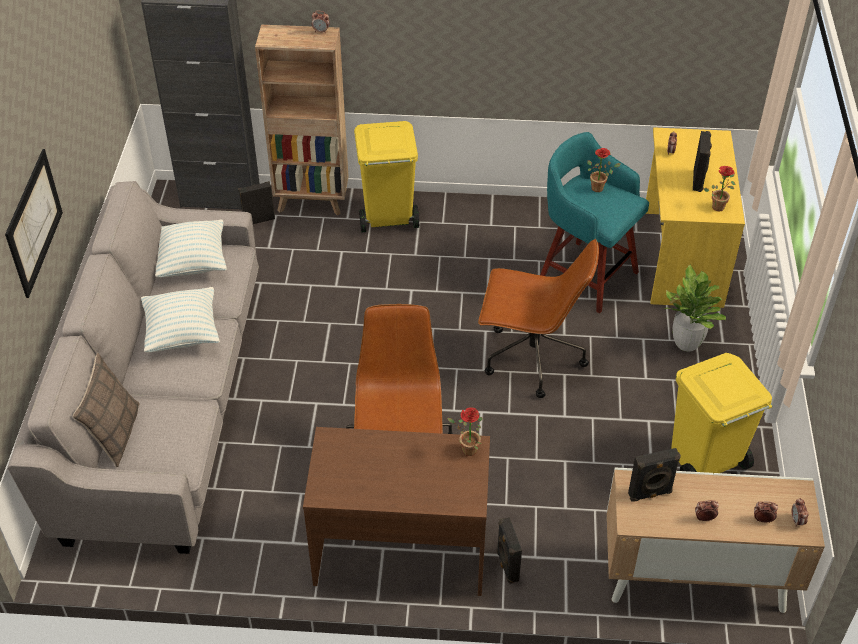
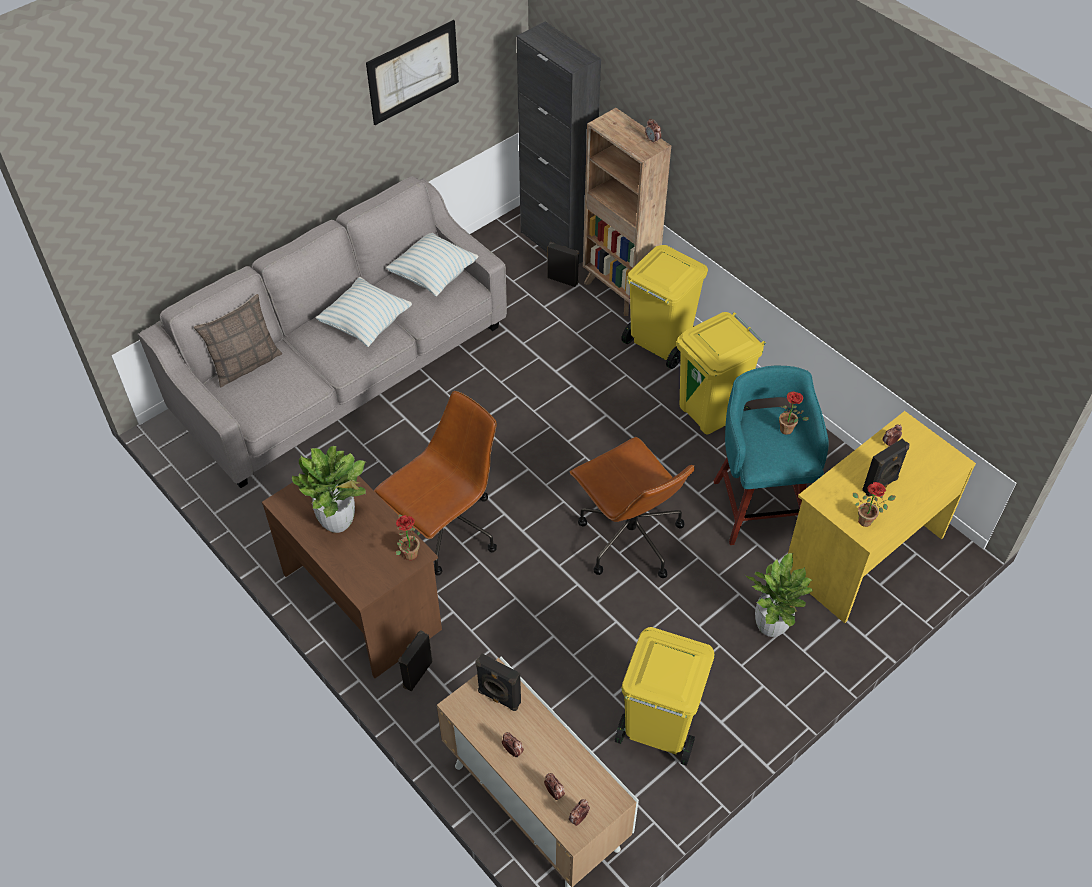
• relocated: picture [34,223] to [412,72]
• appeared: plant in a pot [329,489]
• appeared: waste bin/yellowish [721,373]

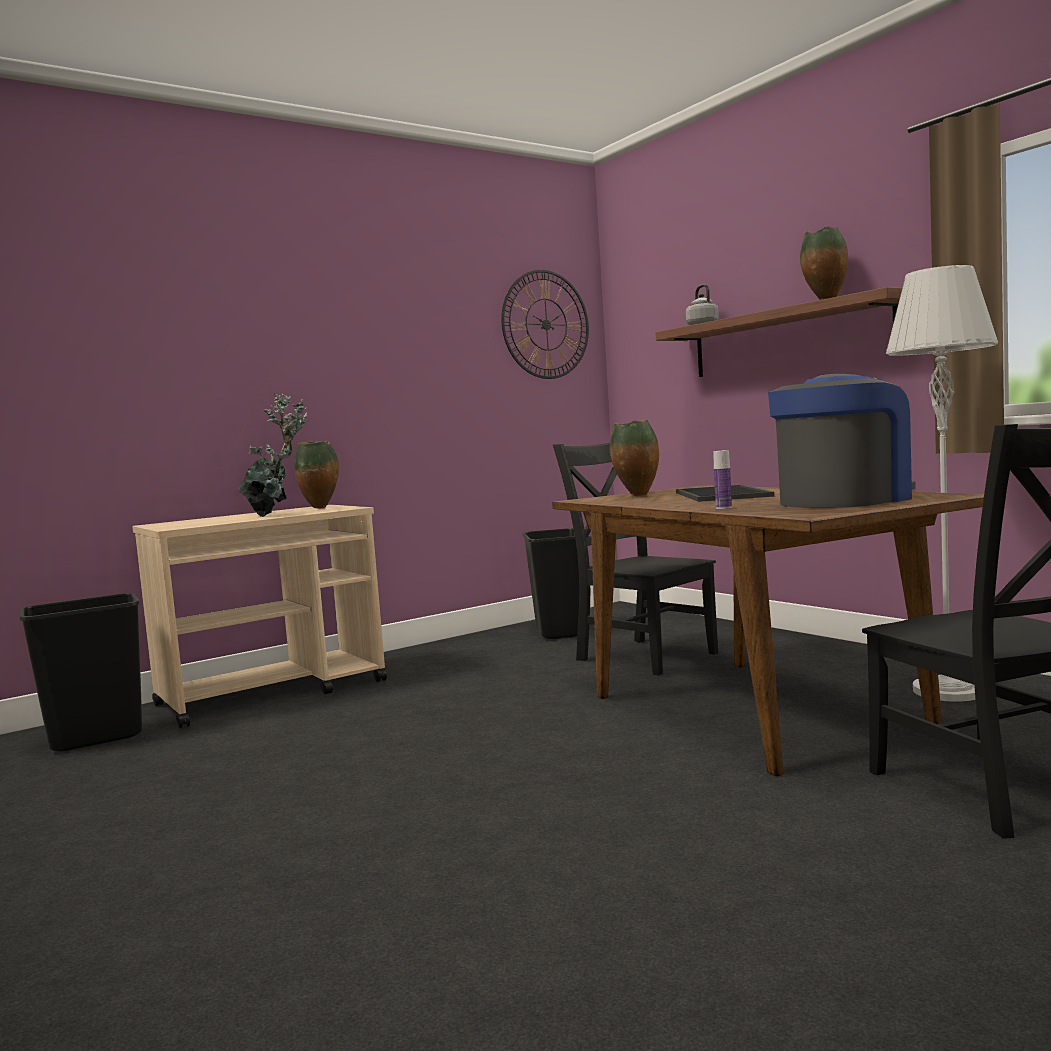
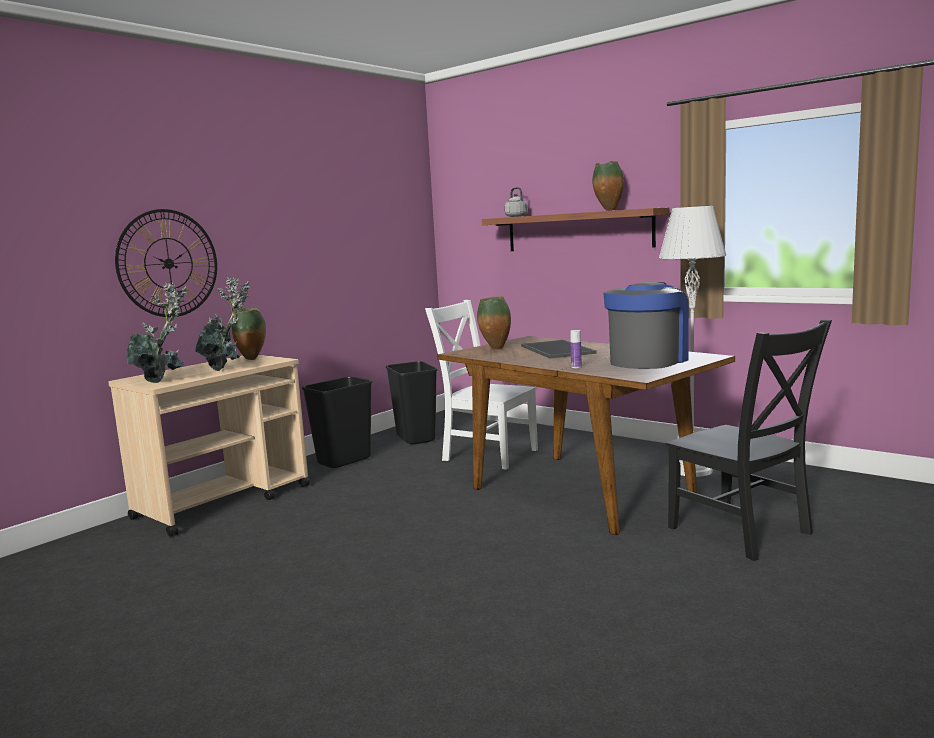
• relocated: waste bin/blackish [81,672] to [337,422]
• relocated: hanging clock [545,324] to [166,263]
• colour: chair/blackish [635,559] to chair/white-coloured [481,385]
• appeared: plant in a pot [156,332]

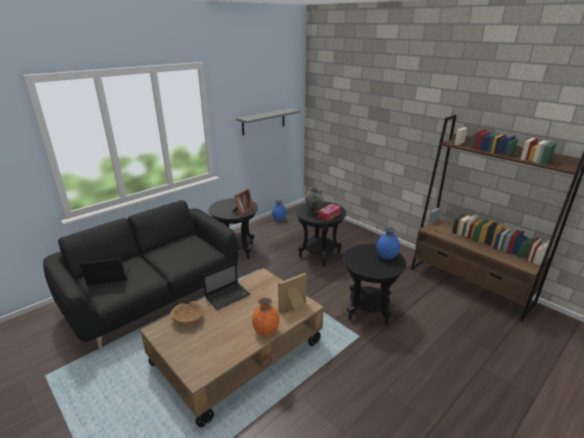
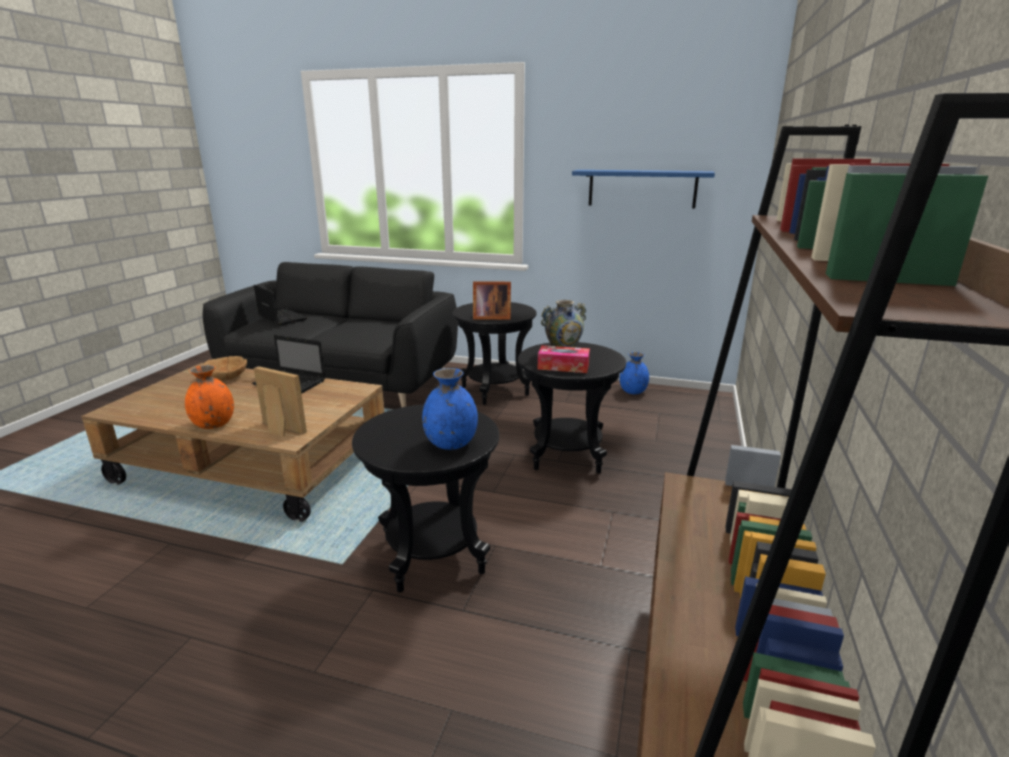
• colour: shelf/grey [268,121] to shelf/bluish [643,189]

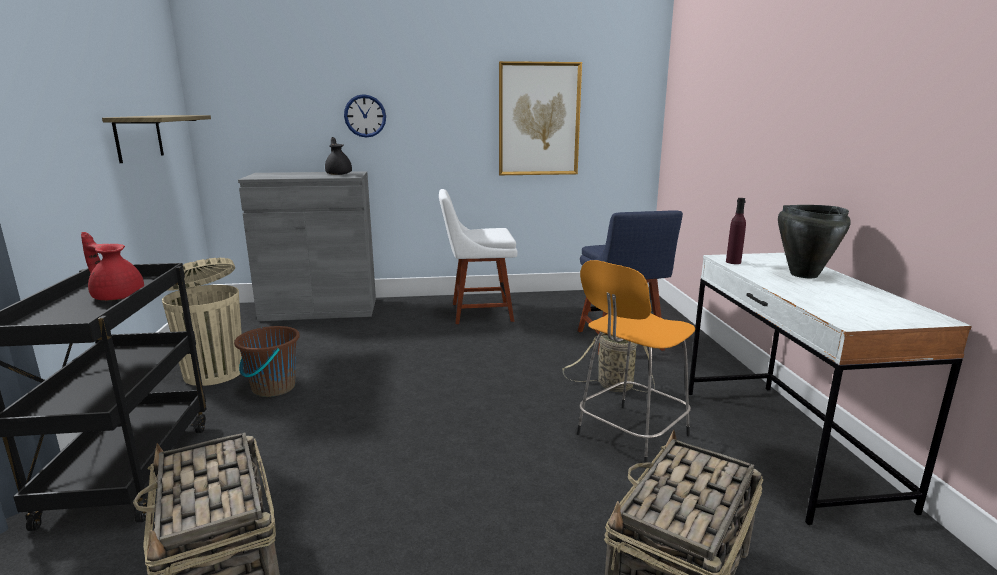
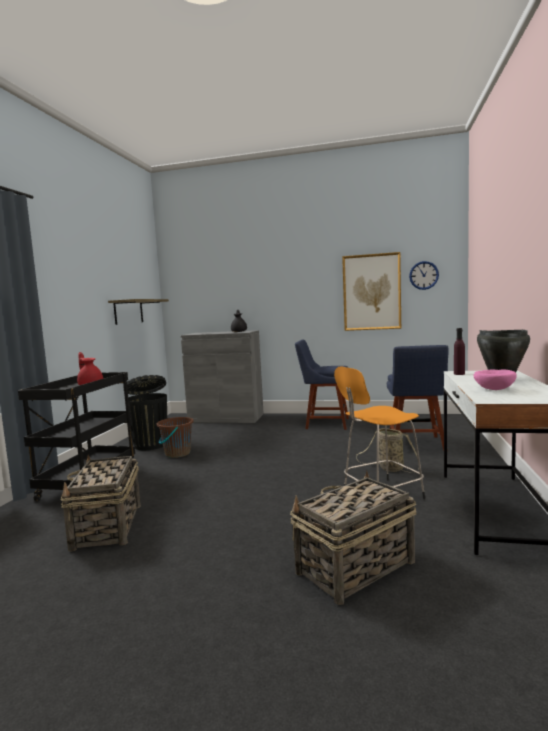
• colour: waste bin/sand-coloured [203,322] to waste bin/blackish [145,412]
• relocated: hanging clock [365,116] to [424,275]
• colour: chair/white-coloured [478,256] to chair/bluish [322,385]
• appeared: deep dish/pink [495,379]

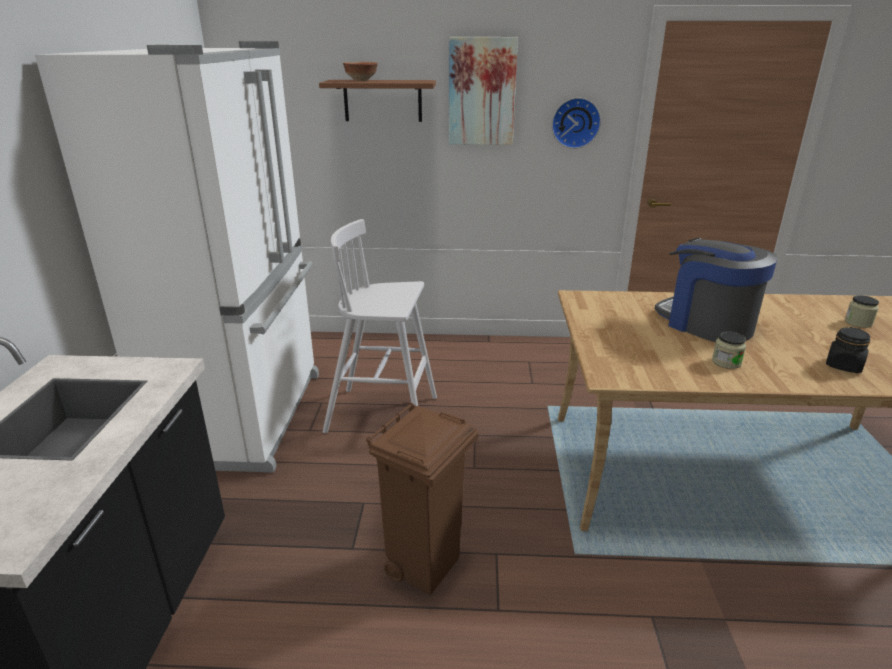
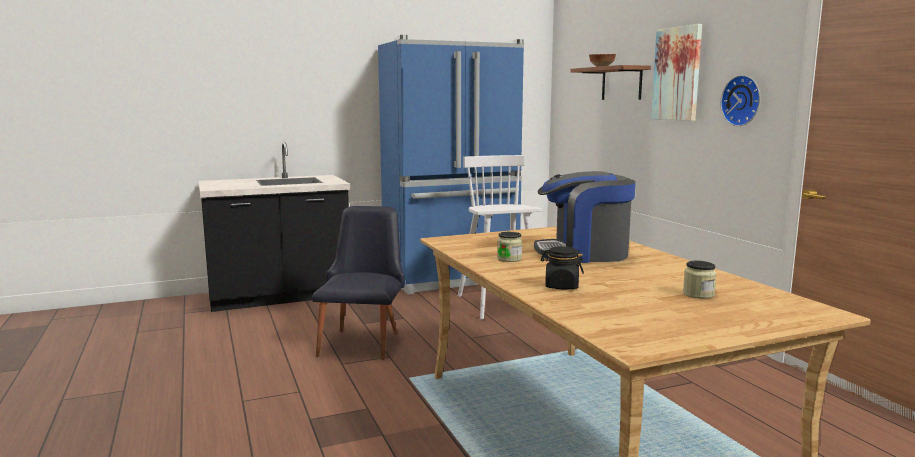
• colour: fridge/white-coloured [177,256] to fridge/bluish [451,164]
• exchanged: waste bin/brown-coloured [422,498] to chair/blackish [358,283]
• spun: coffee maker [716,290] = [585,217] 120 degrees counterclockwise

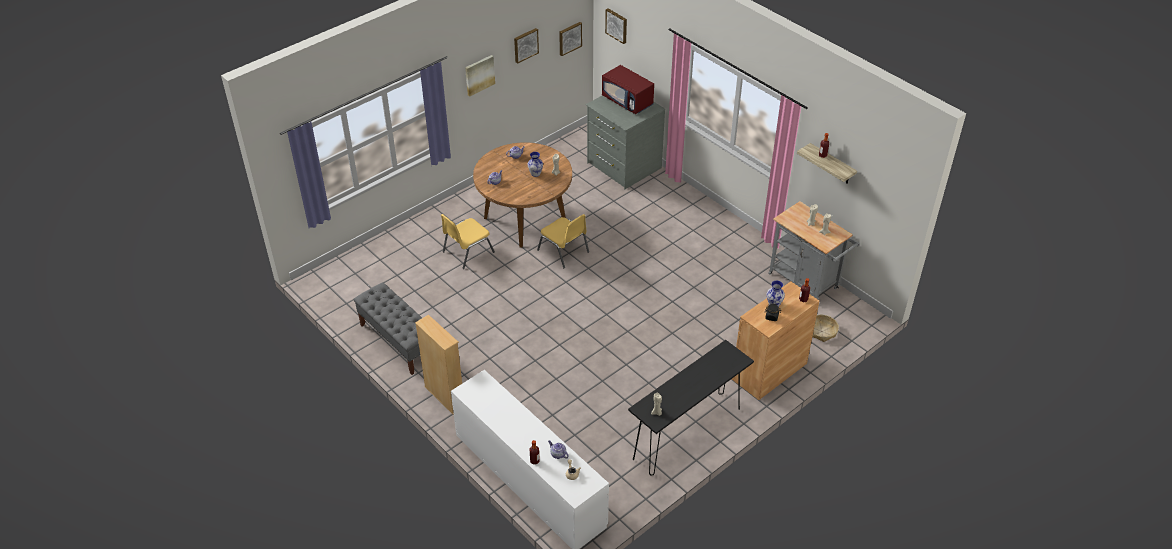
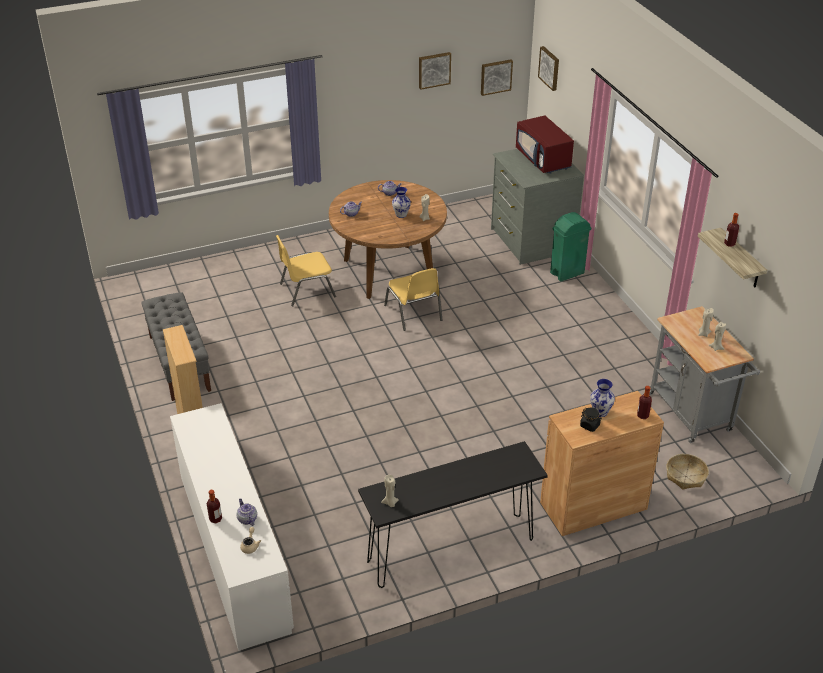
• missing: picture [480,76]
• appeared: waste bin/greenish [570,247]

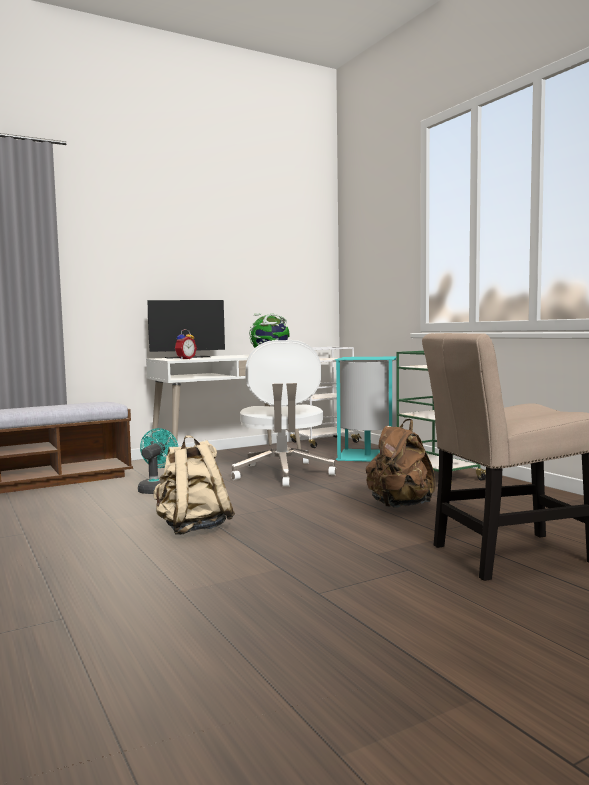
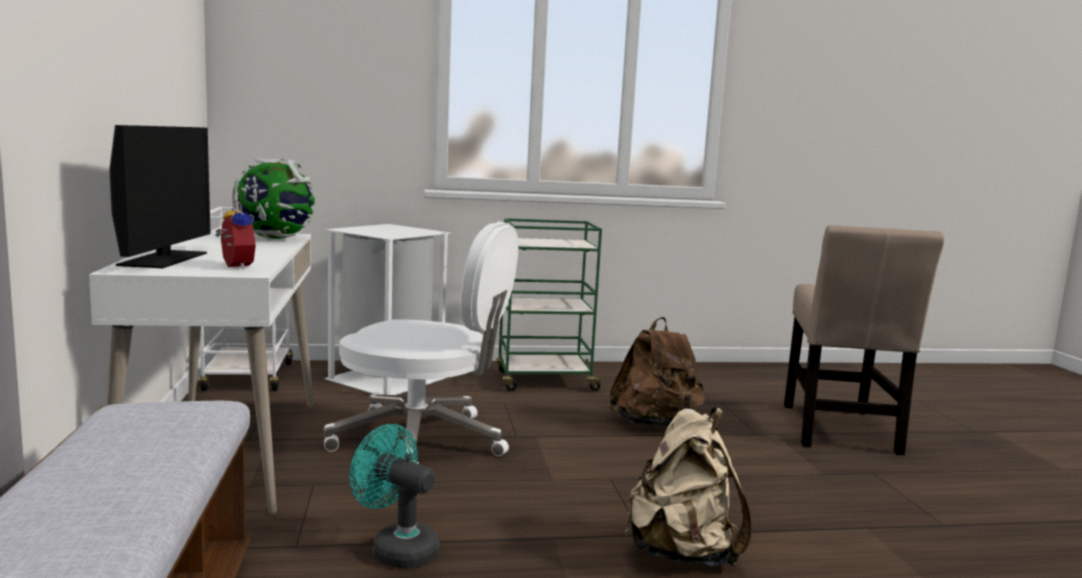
• colour: waste bin/turquoise-coloured [365,409] to waste bin/white-coloured [387,309]

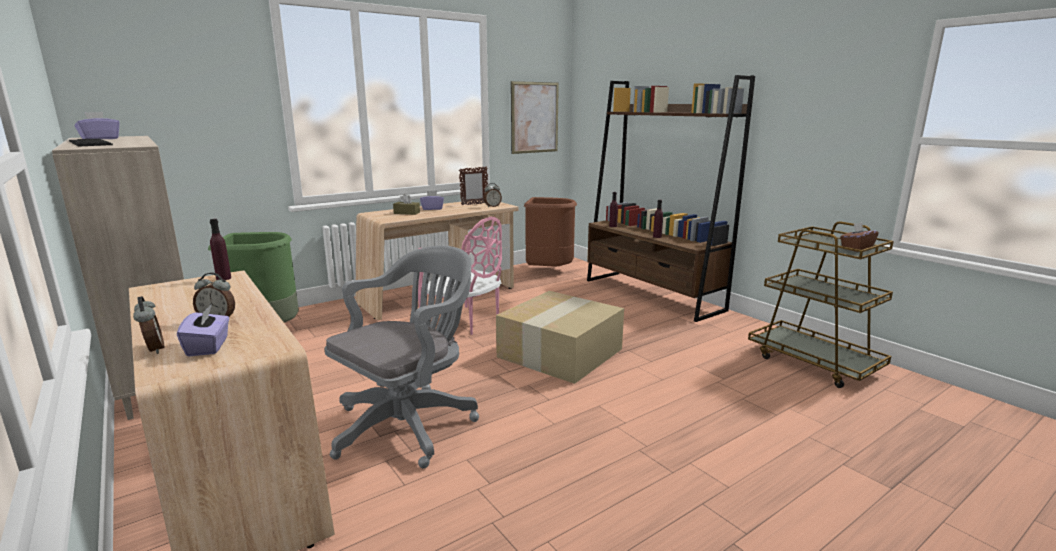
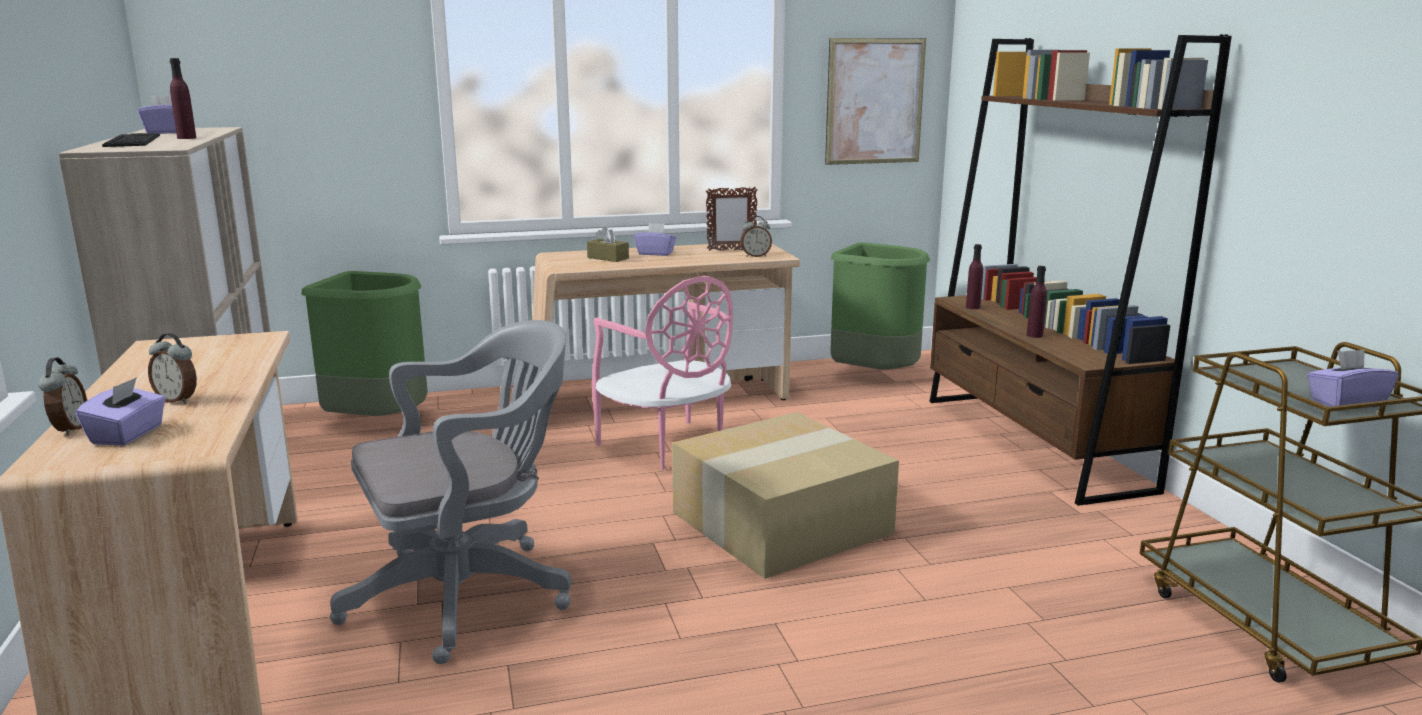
• relocated: drink bottle/purple [220,249] to [183,98]
• colour: waste bin/brown-coloured [550,232] to waste bin/greenish [880,306]
• colour: box of tissues/brown-coloured [859,237] to box of tissues/purple [1353,379]

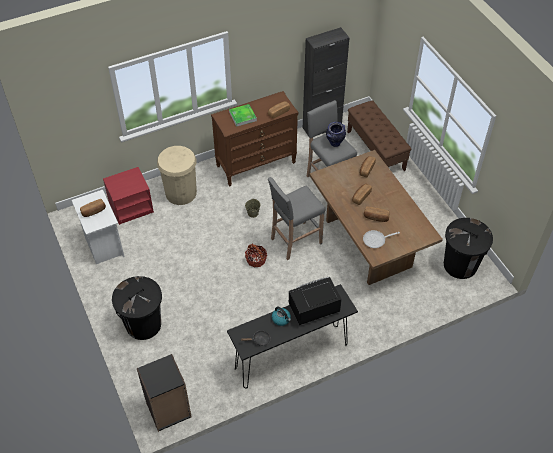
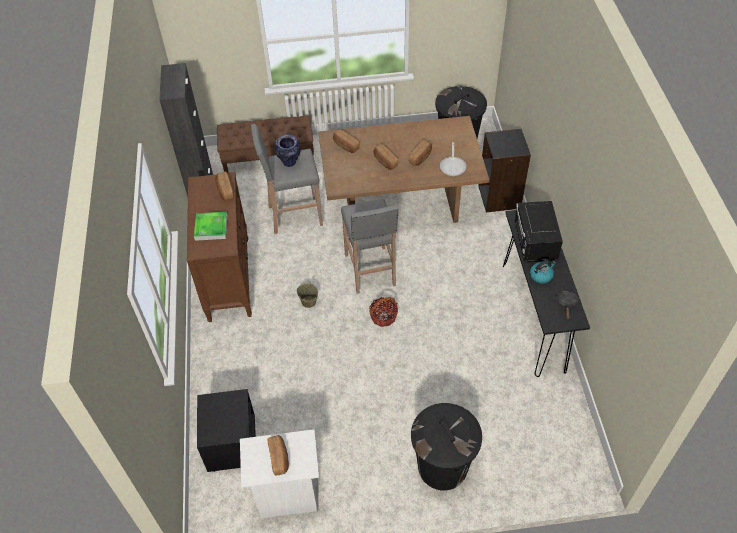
• colour: nightstand/red [128,196] to nightstand/blackish [226,430]
• relocated: bookcase/blackish [164,393] to [504,170]
• missing: waste bin/sand-coloured [177,175]

